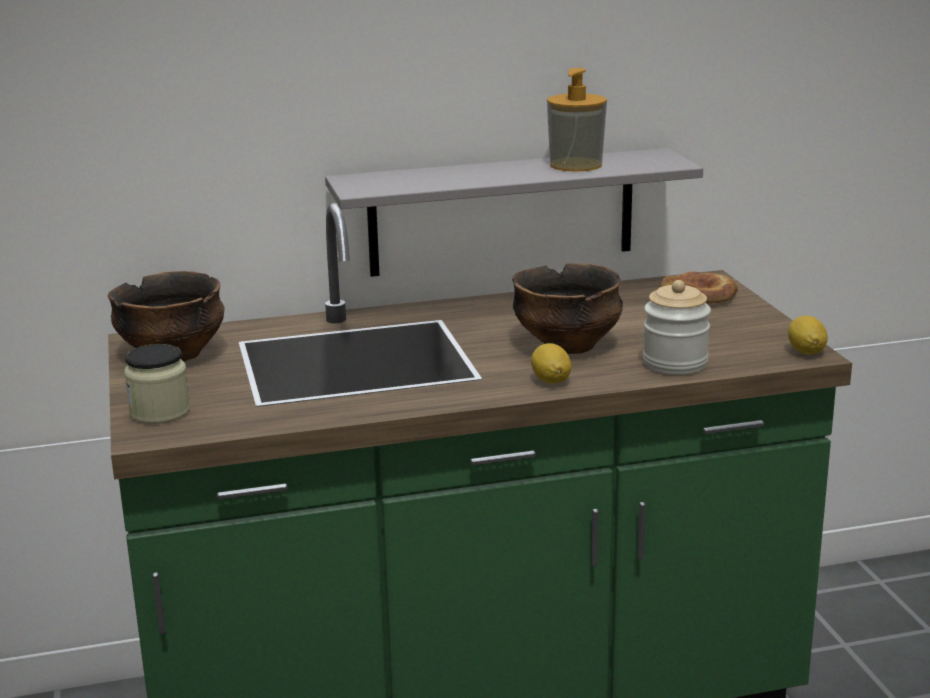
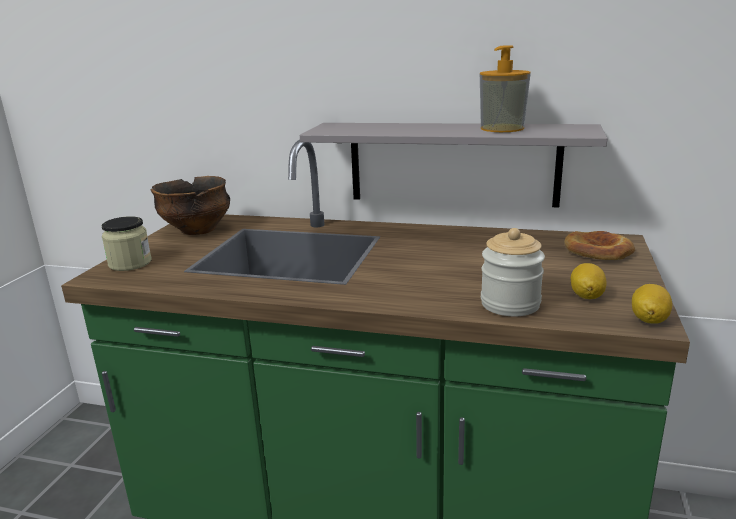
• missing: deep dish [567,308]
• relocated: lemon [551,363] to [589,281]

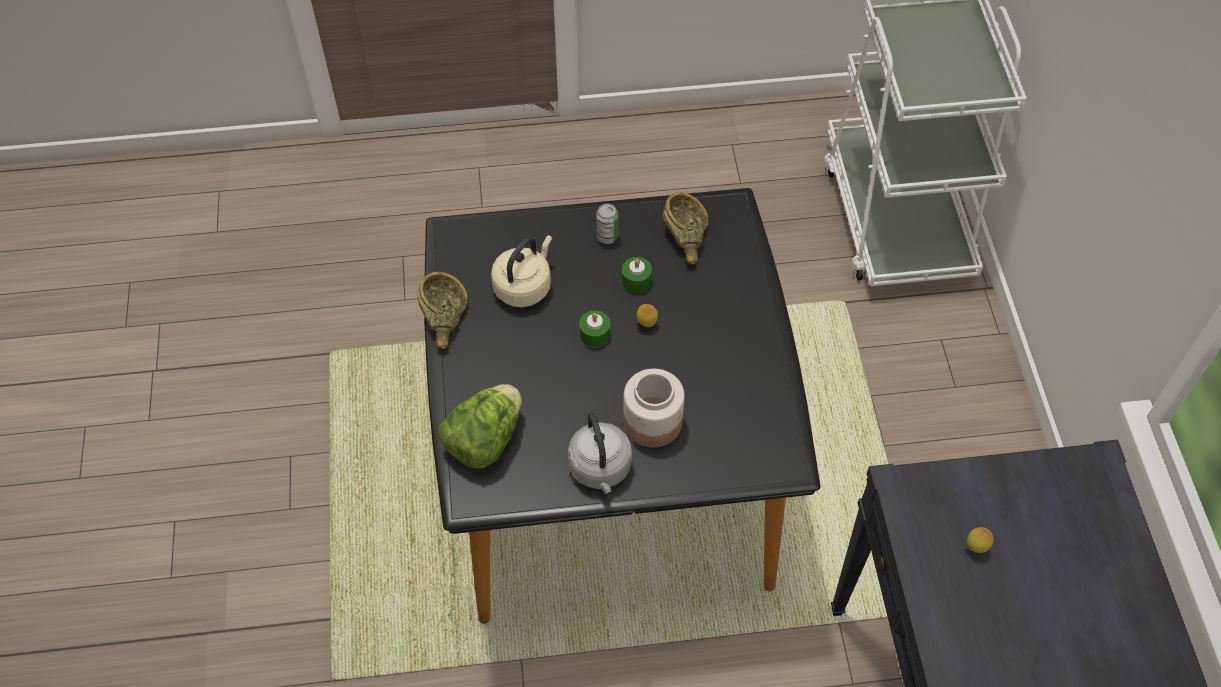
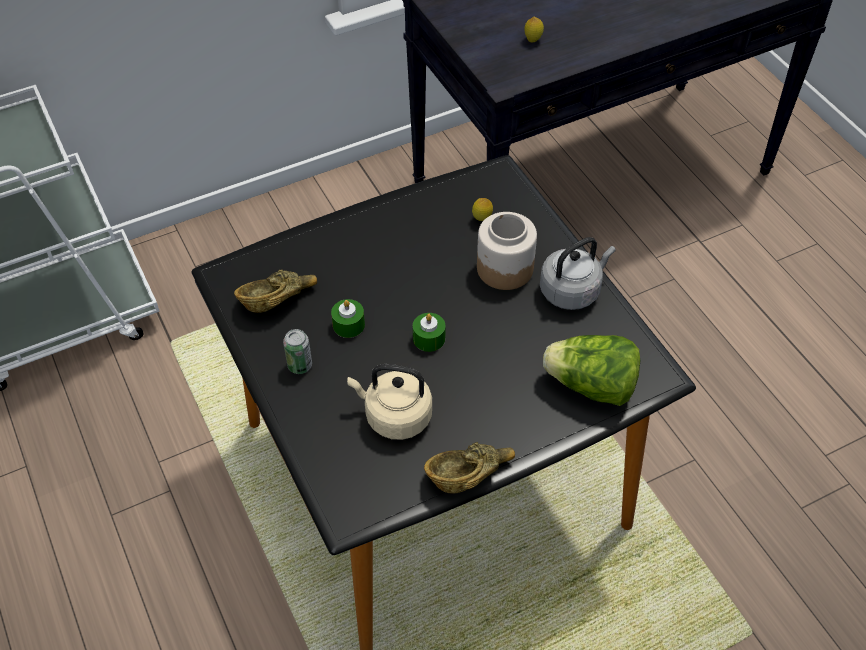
• relocated: lemon [647,315] to [482,209]

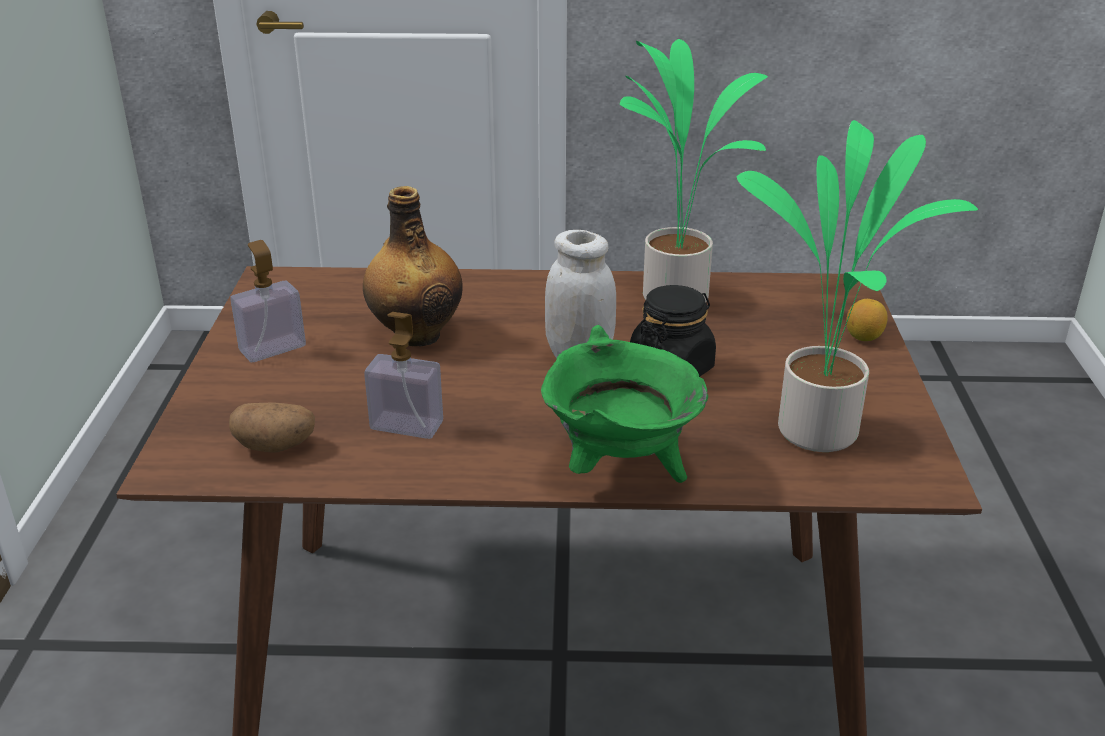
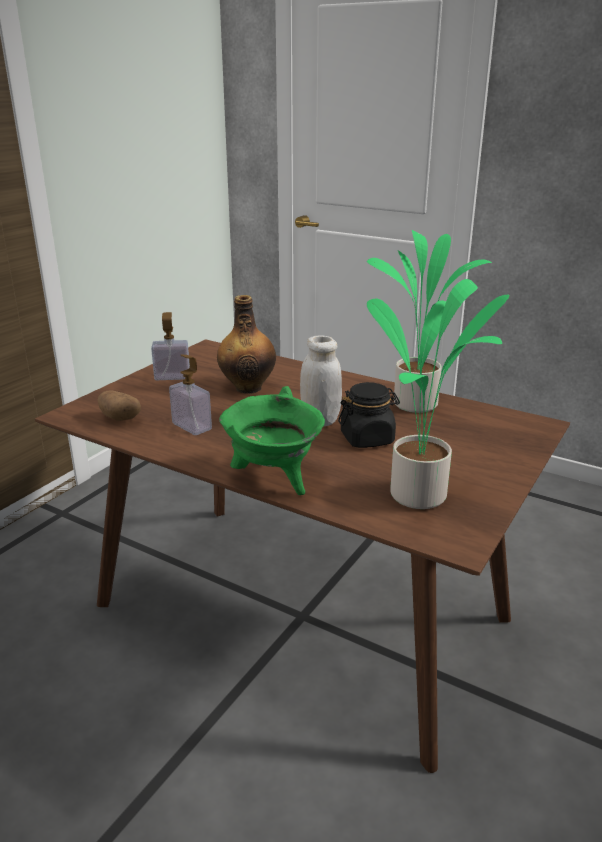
• missing: lemon [867,320]

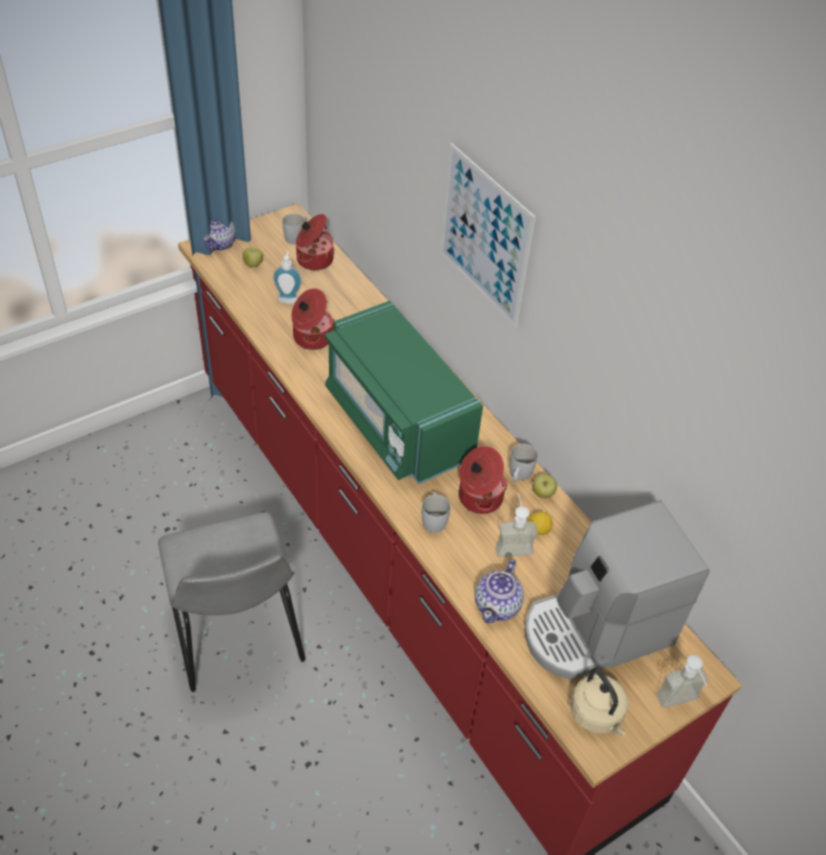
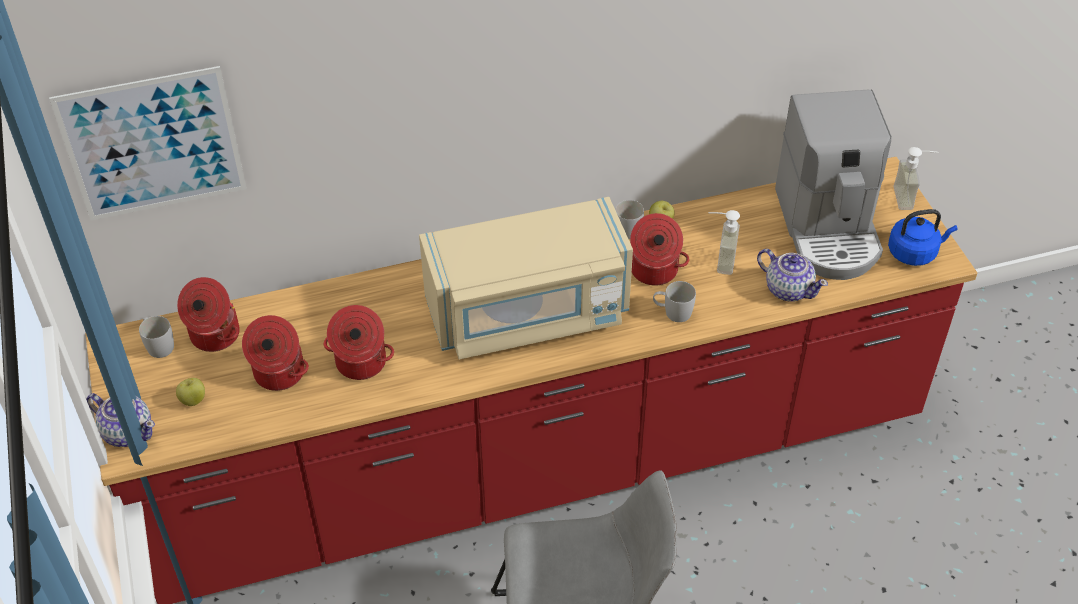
• exchanged: liquid soap bottle [287,277] to cooking pot [275,353]
• colour: microwave/greenish [404,392] to microwave/sand-coloured [526,278]
• relocated: picture [488,235] to [148,143]
• missing: lemon [540,523]
• colour: water kettle/sand-coloured [599,702] to water kettle/bluish [922,237]

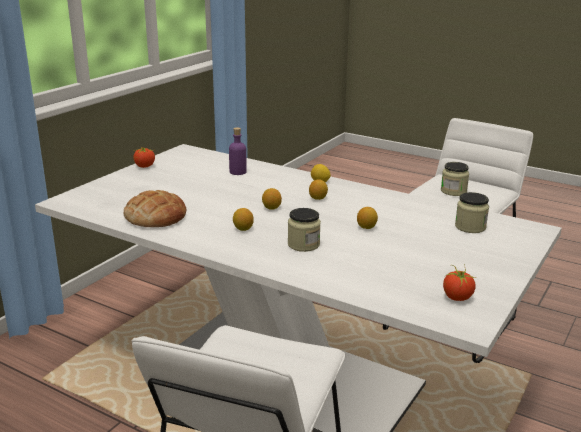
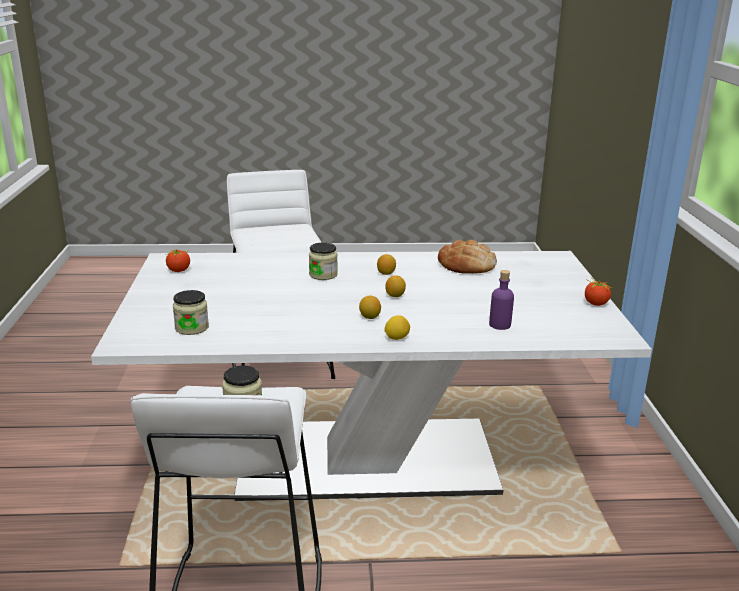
• missing: lemon [367,218]

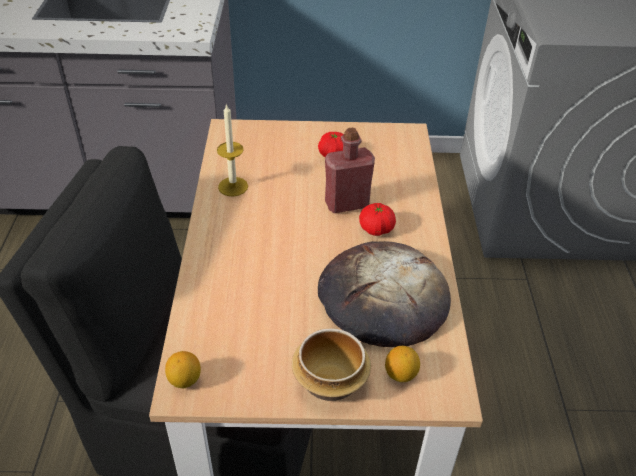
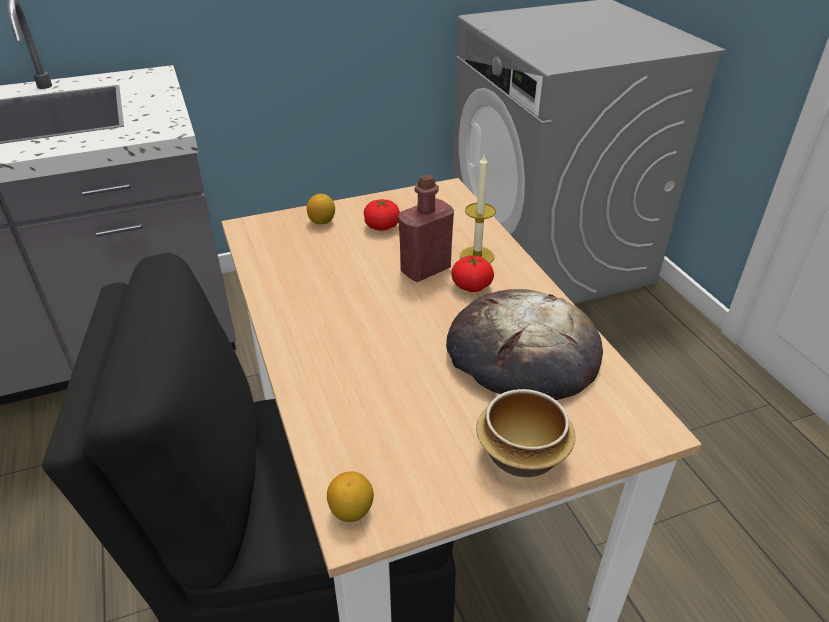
• relocated: wax candle [232,150] to [478,209]
• relocated: lemon [402,364] to [321,209]

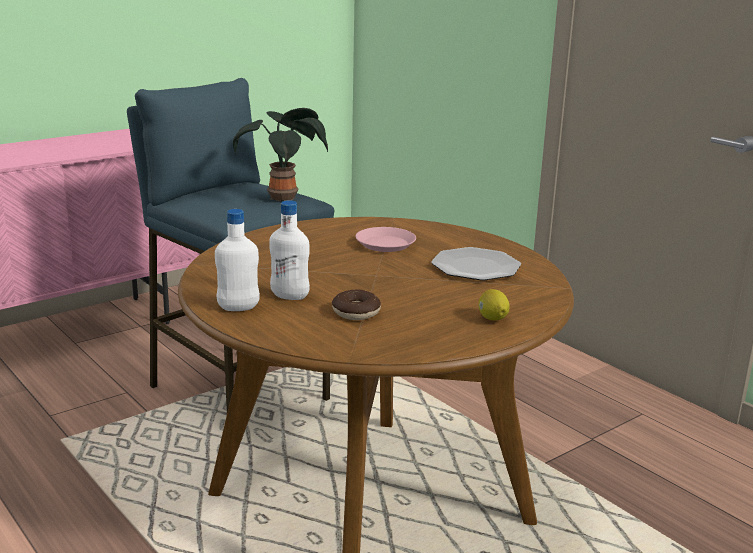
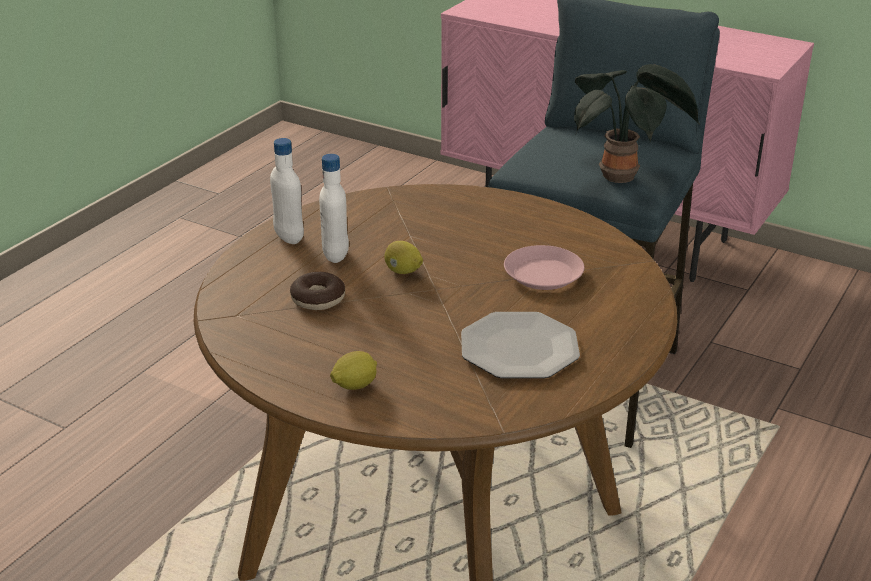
• appeared: lemon [403,257]

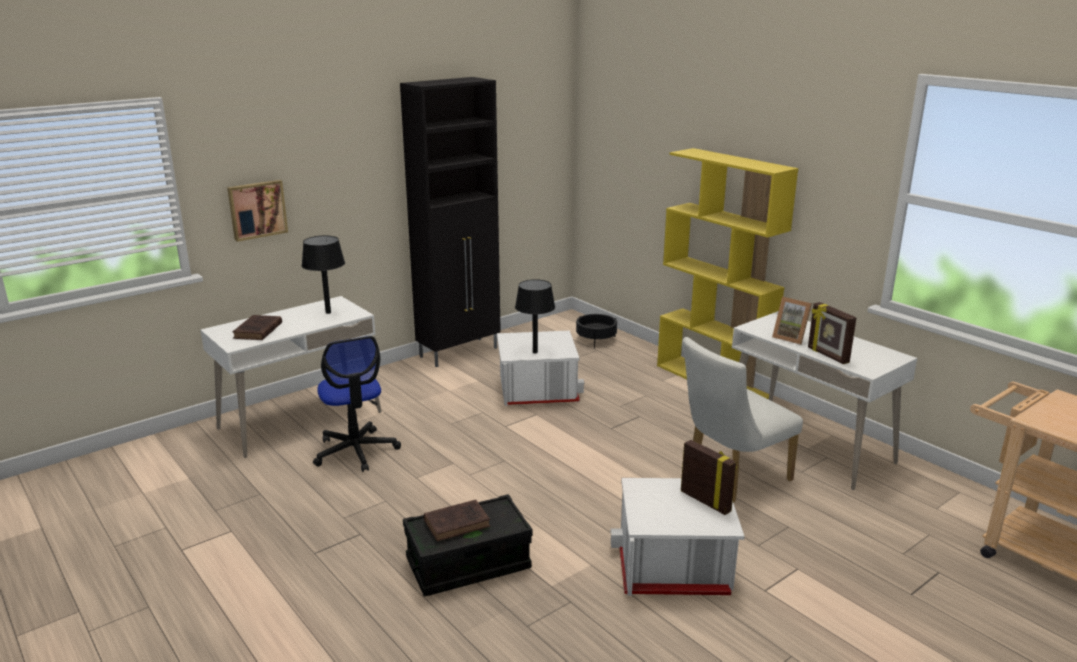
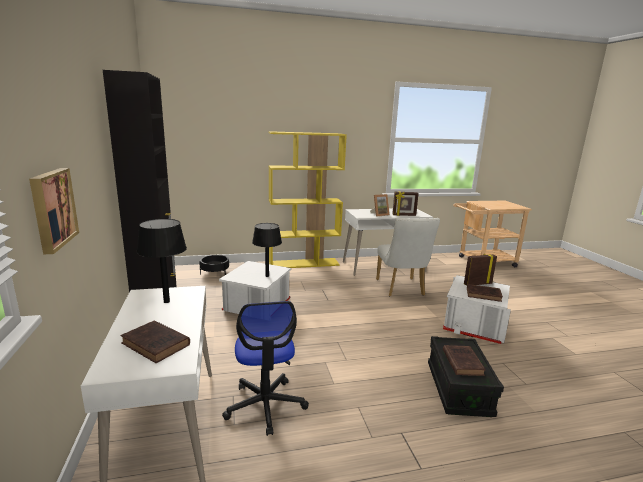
• spun: desk chair [357,404] = [265,368] 75 degrees clockwise
• appeared: volume/brown-coloured [485,293]

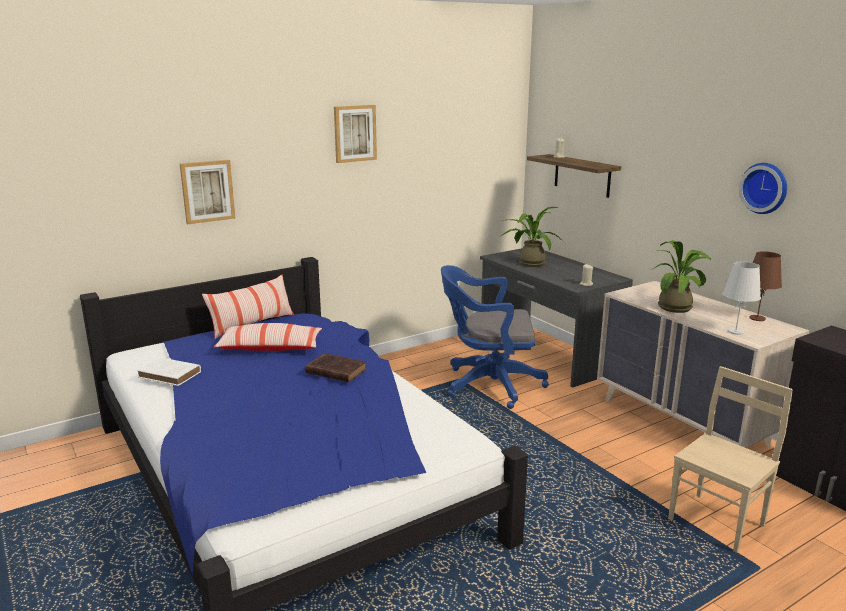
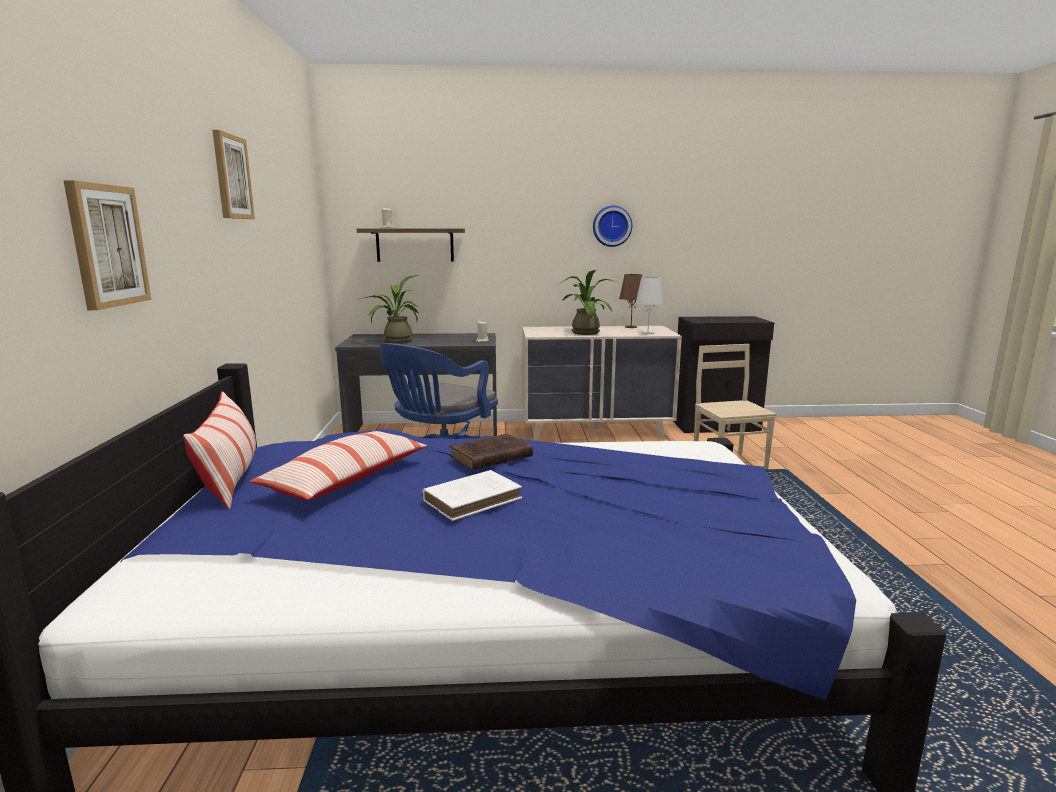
• relocated: volume/white-coloured [169,371] to [472,495]

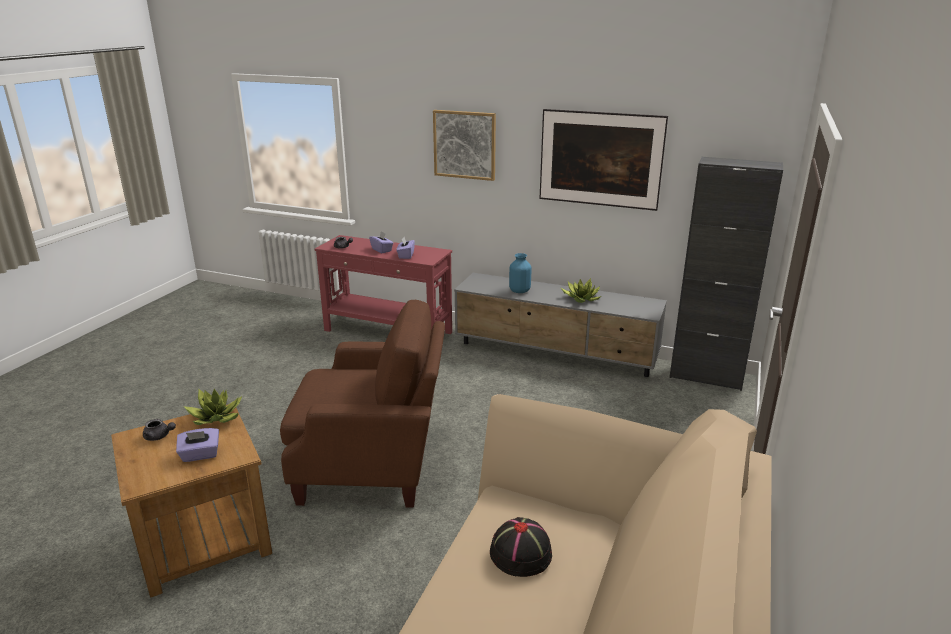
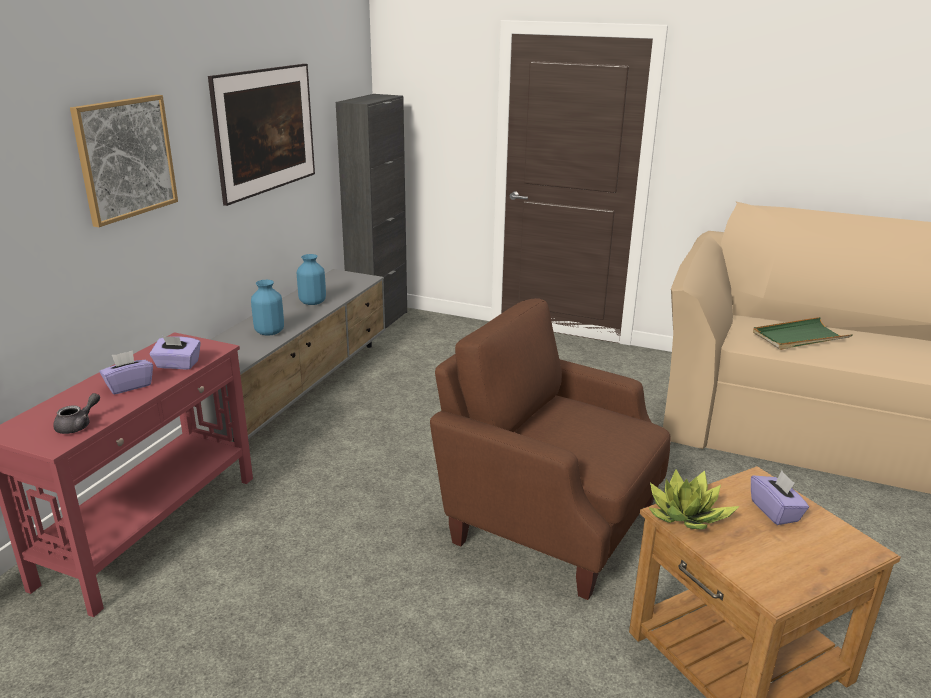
• missing: tea pot/grey [159,430]
• spun: easy chair/brown-coloured [362,404] = [550,449] 60 degrees counterclockwise
• exchanged: hat/blackish [521,547] to tray/greenish [803,333]
• exchanged: plant in a pot [581,290] to decorative vase/bluish [311,279]

